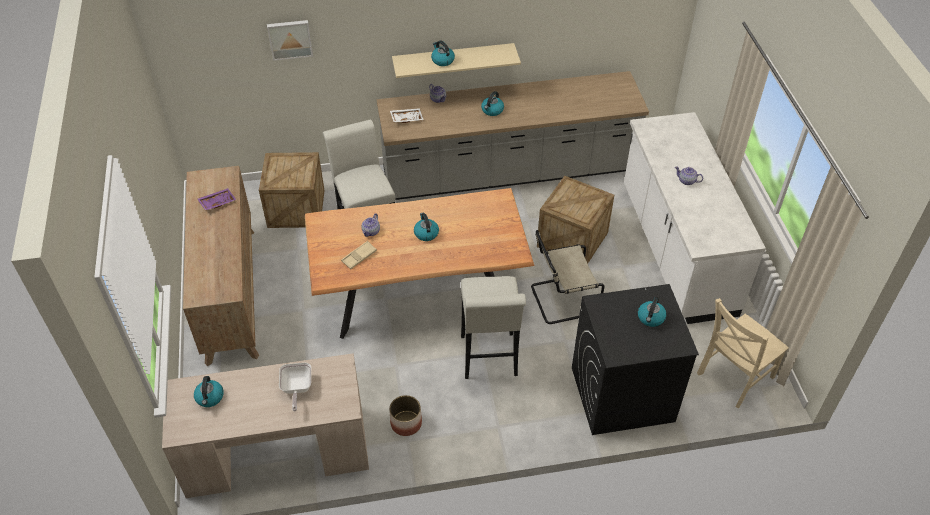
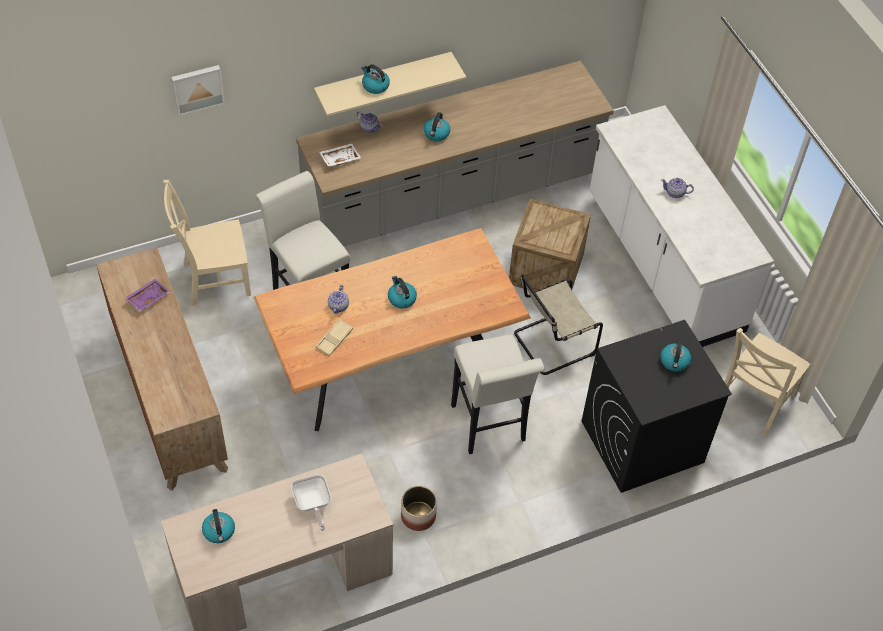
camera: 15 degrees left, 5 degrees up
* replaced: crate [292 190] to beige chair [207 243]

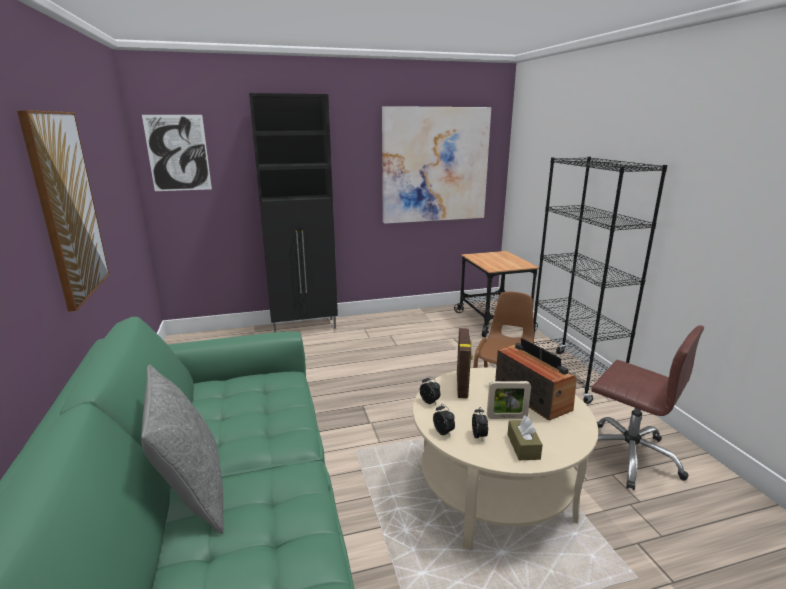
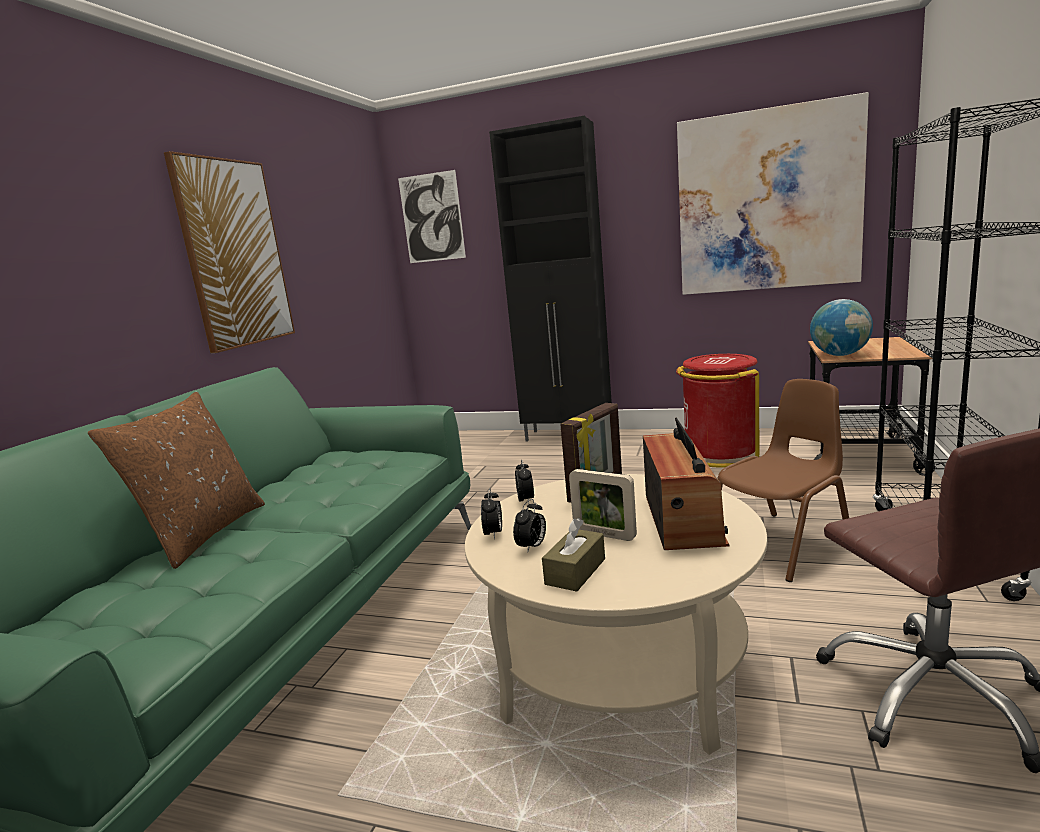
camera: 35 degrees right, 5 degrees down
* recoloured: grey pillow [182 449] to brown pillow [176 480]
* added: red trash can [717 411]
* added: globe [841 327]

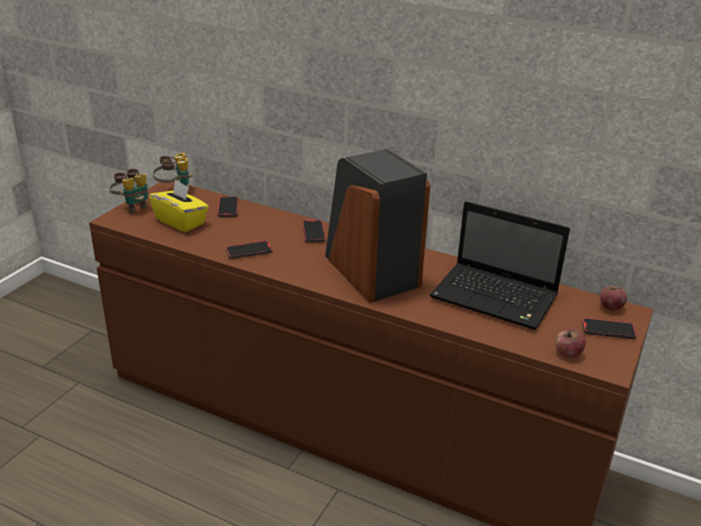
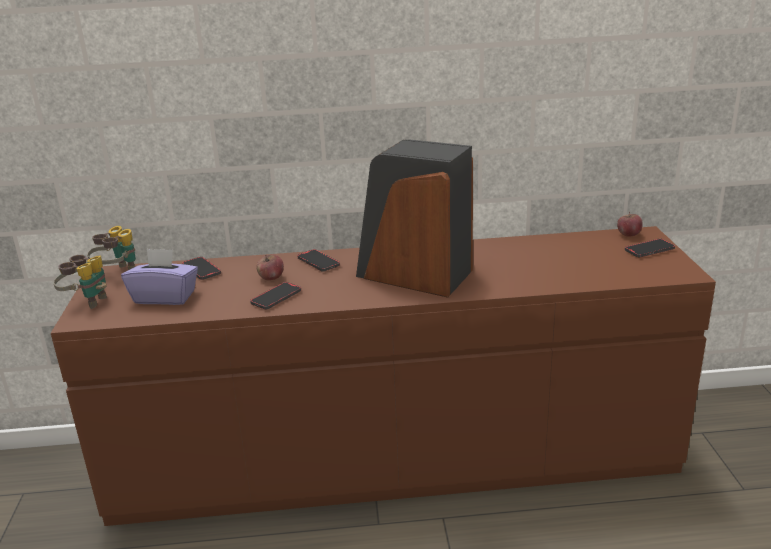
camera: 30 degrees left, 5 degrees down
* recoloured: yellow tissue box [179 206] to purple tissue box [159 277]
* removed: laptop [500 265]
* moved: apple [570 343] to [270 267]

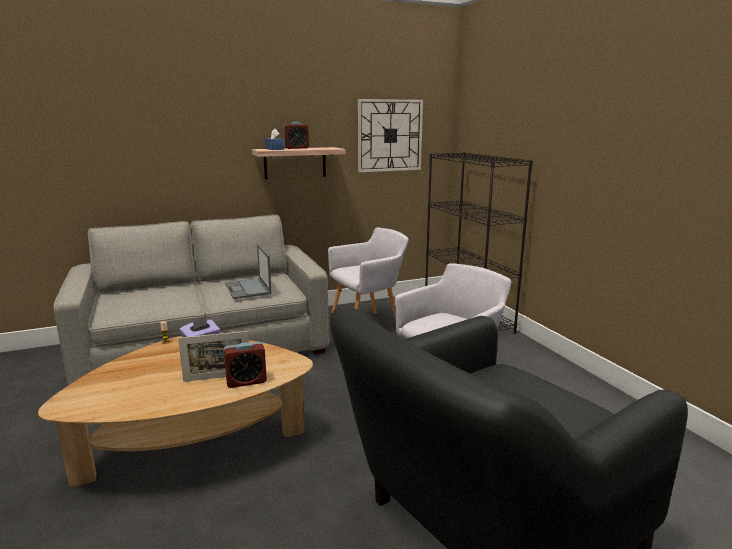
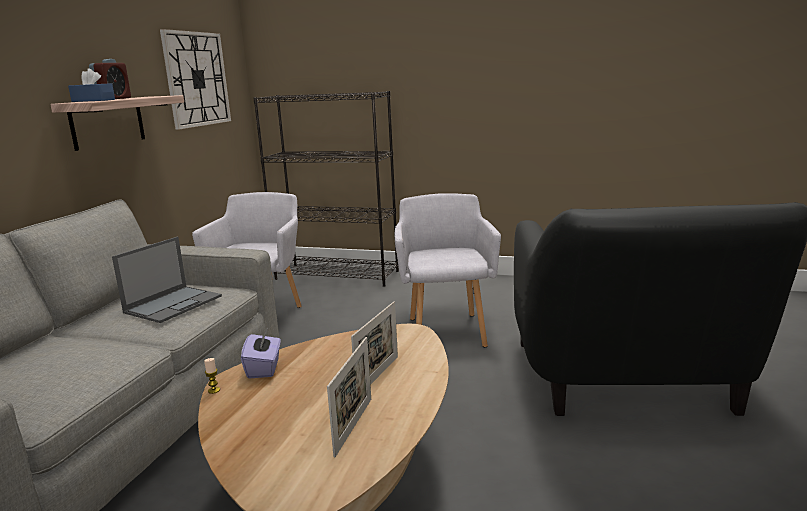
camera: 50 degrees left, 0 degrees up
* removed: alarm clock [245 365]
* turned: laptop [248 271] = [167 280] 75 degrees counterclockwise
* added: picture frame [349 397]

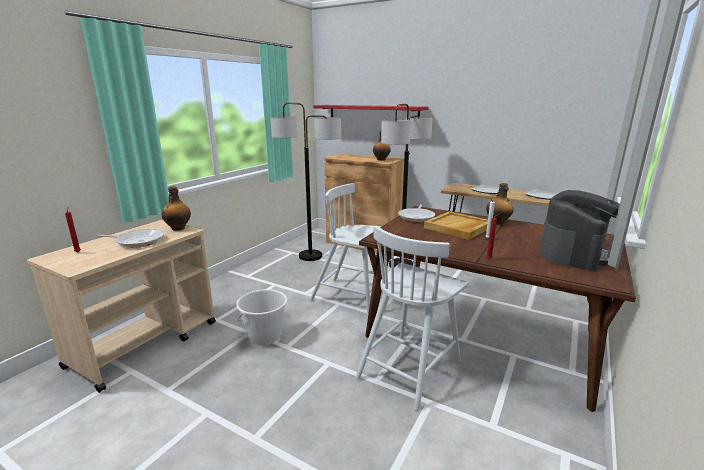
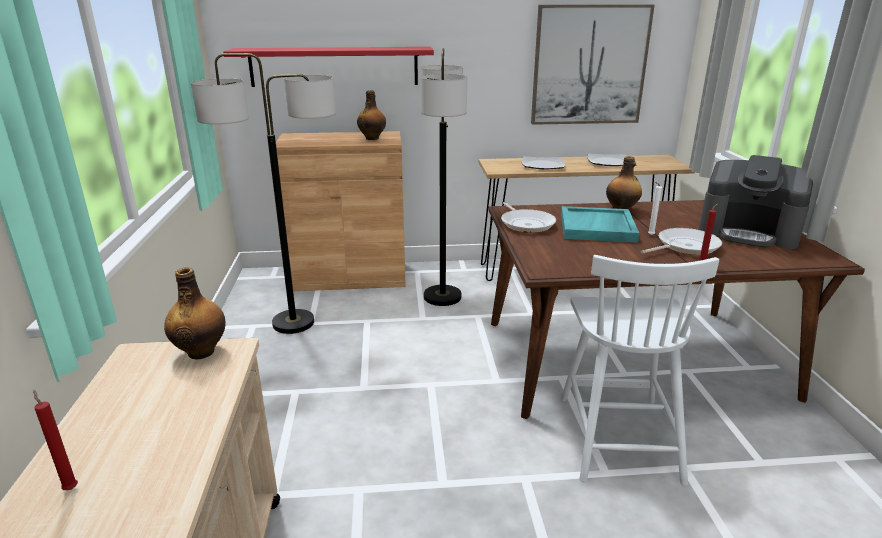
camera: 35 degrees left, 5 degrees up
* moved: frying pan [130 238] to [681 241]
* removed: white bucket [261 317]
* removed: white chair [346 249]
* recoloured: beige tray [456 225] to turquoise tray [600 224]
* turned: coffee machine [579 230] = [756 202] 120 degrees clockwise
* added: picture [593 64]

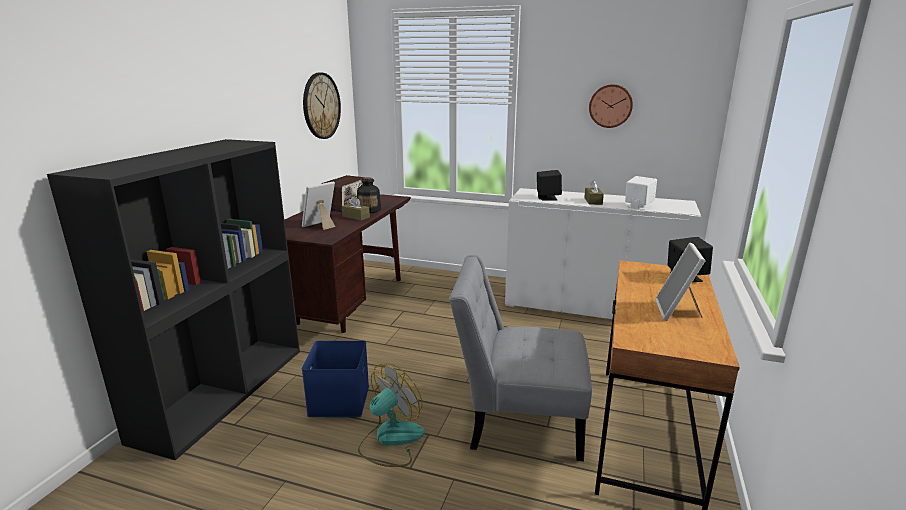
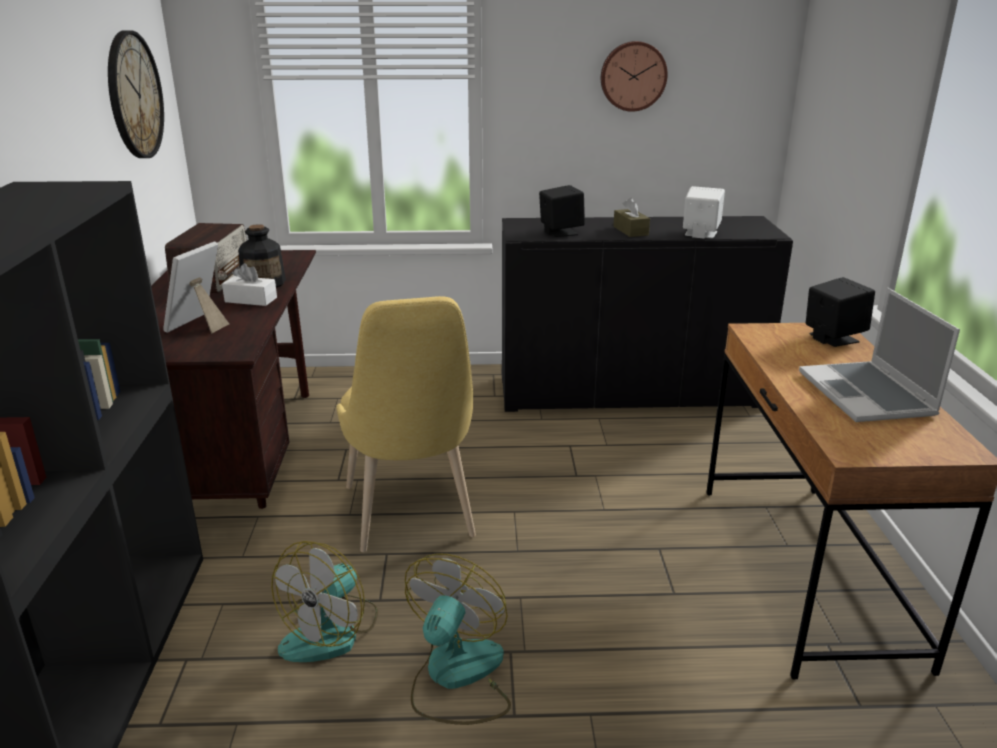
camera: 20 degrees left, 5 degrees up
* replaced: blue storage box [335 379] to fan [324 601]
* recoloured: brown tissue box [356 208] to white tissue box [249 284]
* removed: grey chair [520 358]
* recoloured: white cabinet [603 253] to black cabinet [647 314]
* replaced: picture frame [680 282] to laptop [879 355]
* added: yellow chair [406 424]

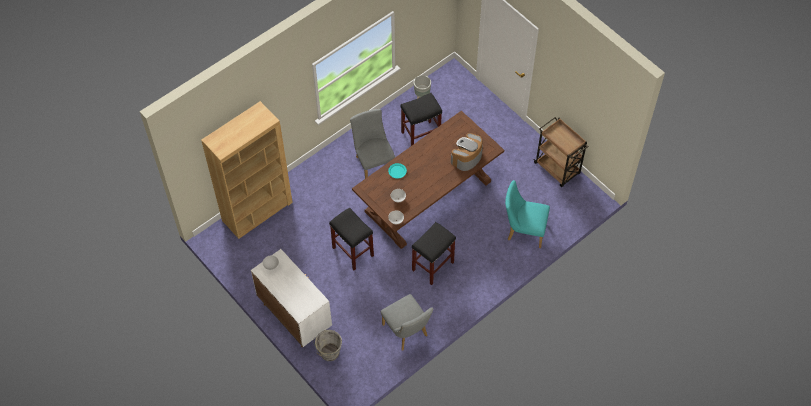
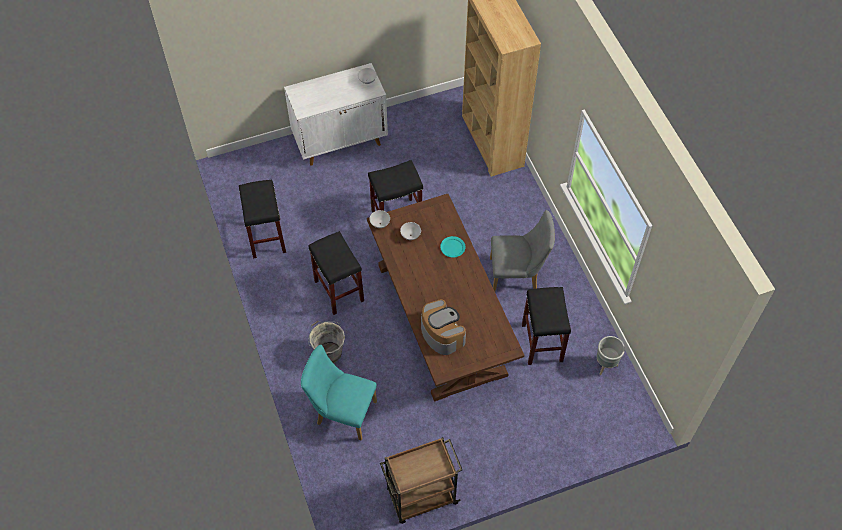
camera: 110 degrees right, 0 degrees up
* moved: grey bucket [327 345] to [326 342]
* replaced: grey chair [407 322] to black stool [262 219]
* turned: turquoise chair [527 214] = [339 393] 105 degrees counterclockwise

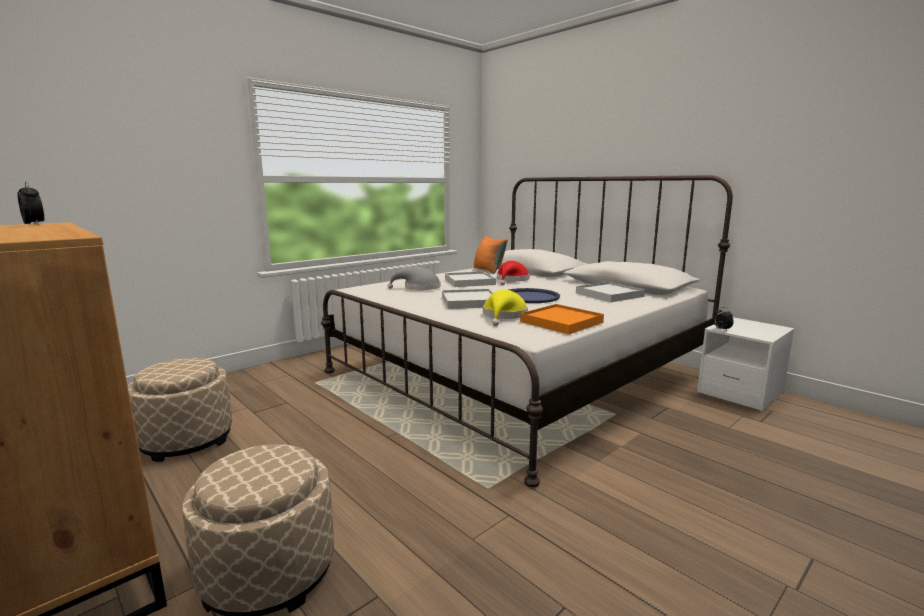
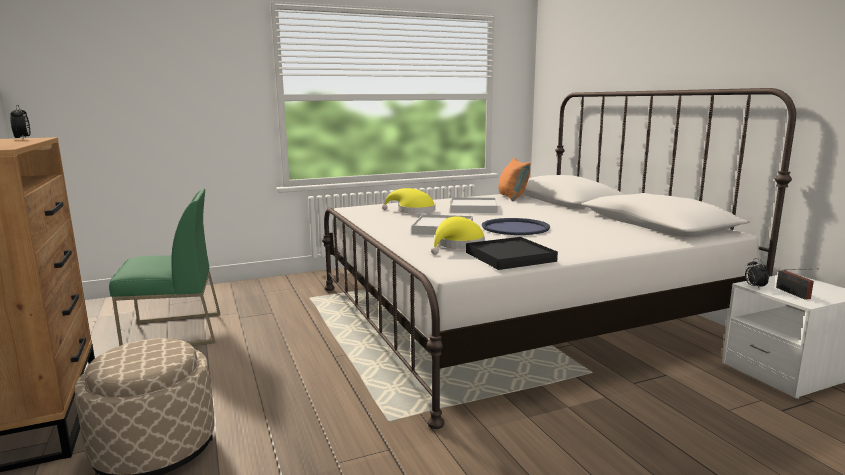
camera: 20 degrees right, 0 degrees up
* replaced: beige ottoman [180 410] to green chair [165 267]
* recoloured: grey hat [414 278] to yellow hat [408 201]
* removed: red hat [513 273]
* recoloured: orange tray [562 319] to black tray [512 253]
* removed: white tray [610 292]
* added: radio [797 284]

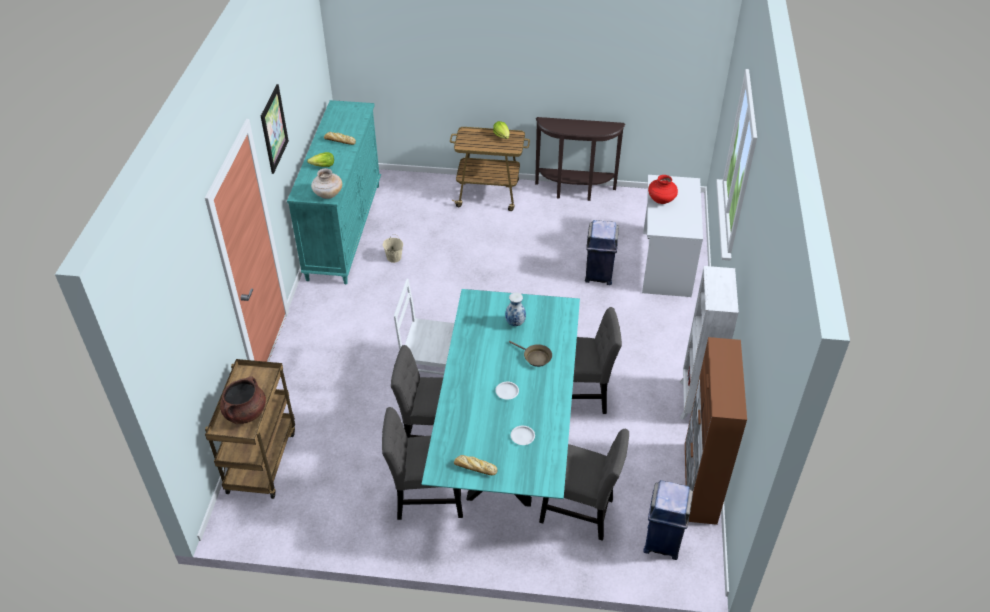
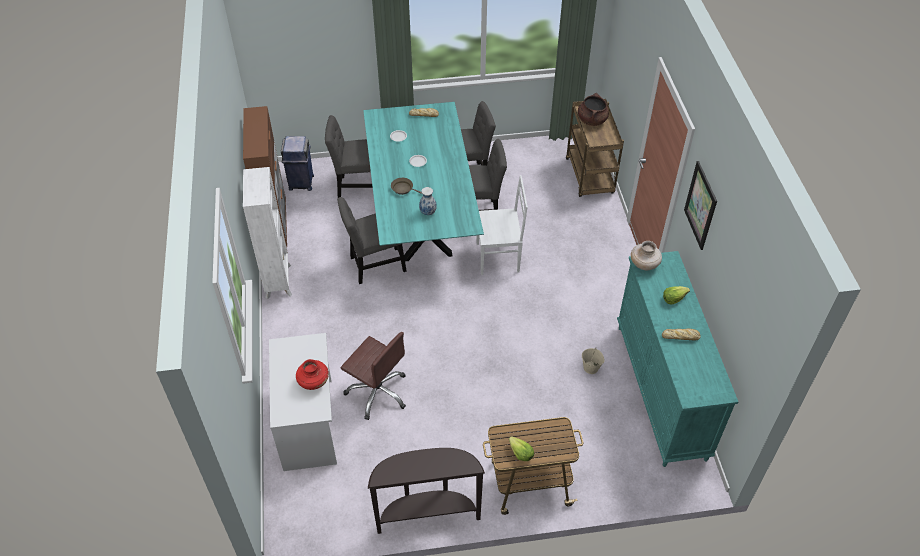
camera: 165 degrees right, 5 degrees up
* replaced: blue trash can [602 252] to brown office chair [373 376]

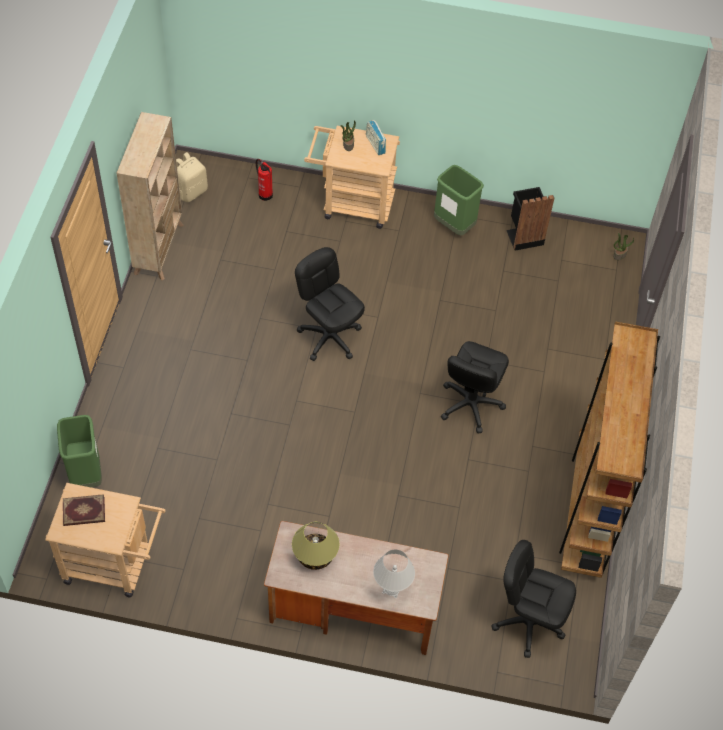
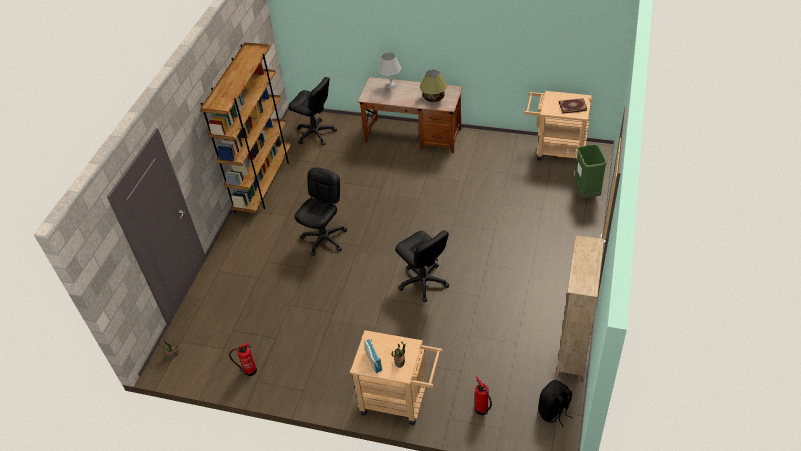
camera: 170 degrees left, 10 degrees down
* recoloured: beige backpack [192 177] to black backpack [555 403]
* removed: green trash can [459 200]
* replaced: black trash can [530 219] to fire extinguisher [243 359]

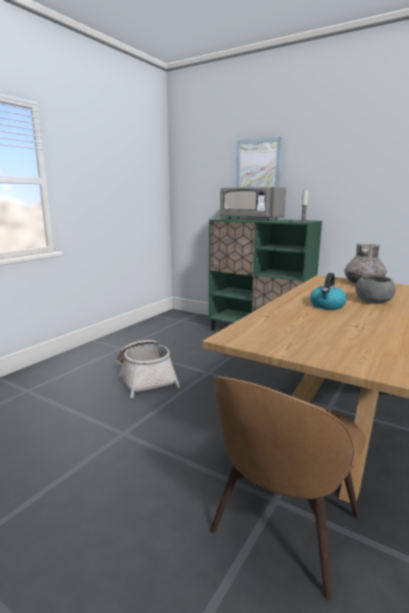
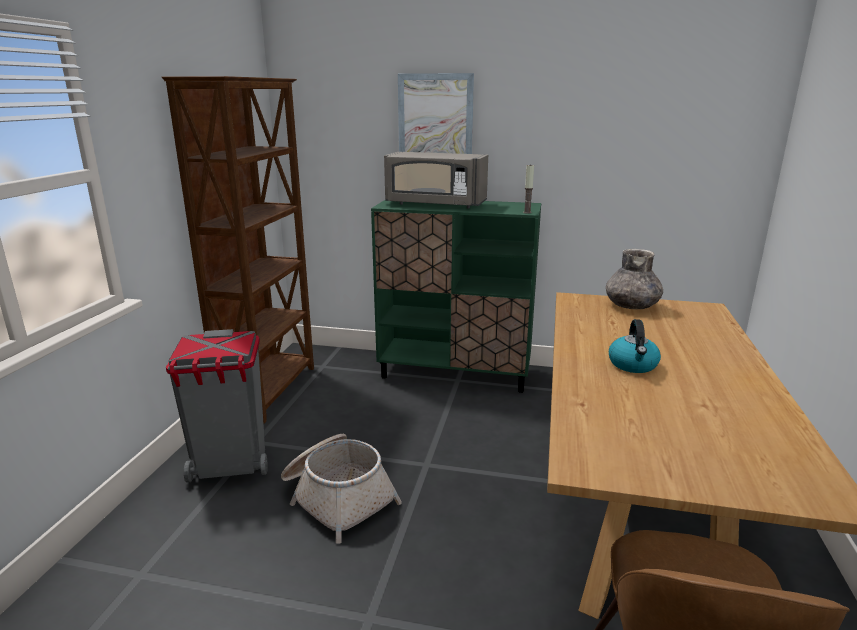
camera: 20 degrees left, 5 degrees up
* removed: grey bowl [376 289]
* added: brown bookcase [238 250]
* added: grey trash can [217 406]

